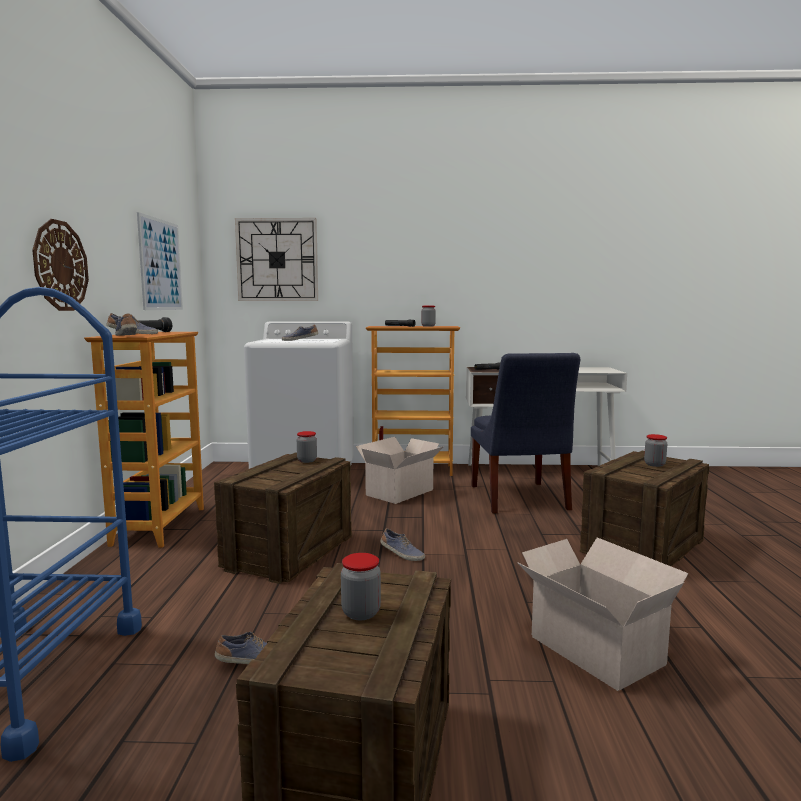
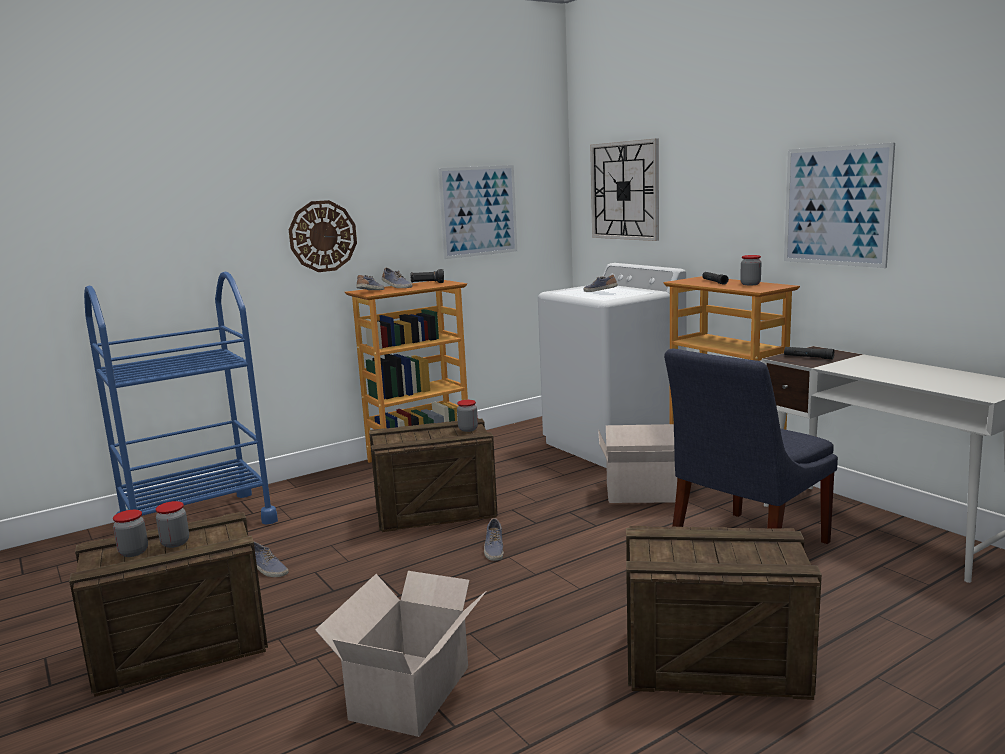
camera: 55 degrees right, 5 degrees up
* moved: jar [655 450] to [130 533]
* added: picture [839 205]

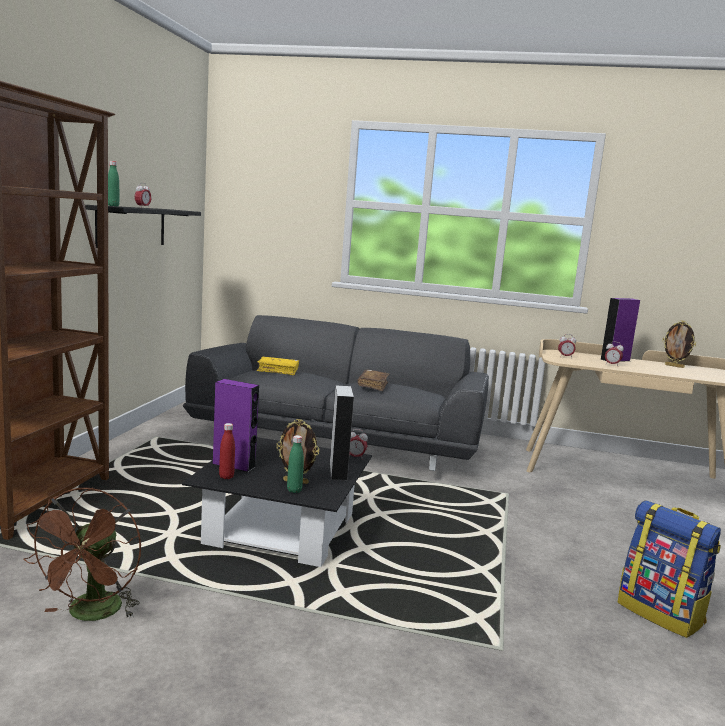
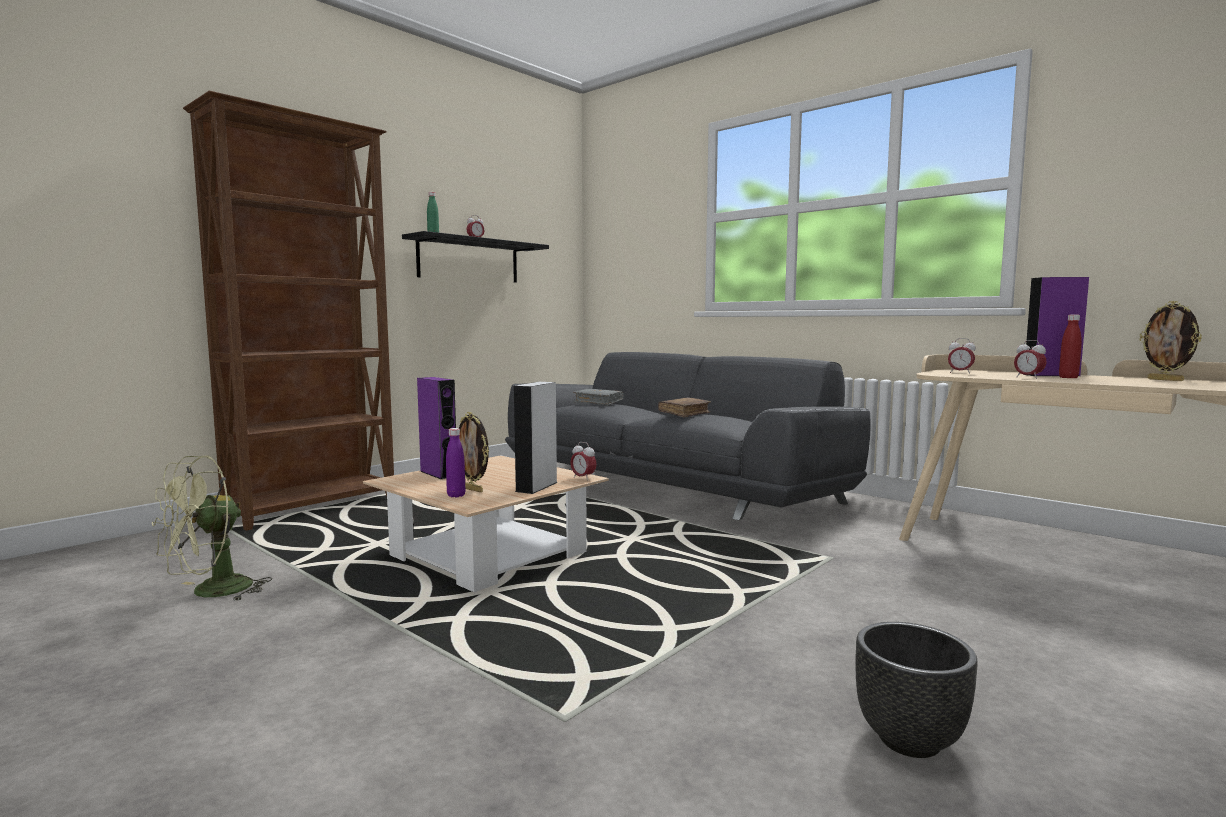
camera: 30 degrees right, 5 degrees down
* recoloured: brown fan [82 554] to green fan [212 528]
* recoloured: black coffee table [277 502] to beige coffee table [486 523]
* moved: red bottle [227 451] to [1070 346]
* recoloured: yellow book [278 366] to grey book [598 397]
* recoloured: green bottle [295 464] to purple bottle [455 462]
* replaced: backpack [669 569] to black planter [916 690]

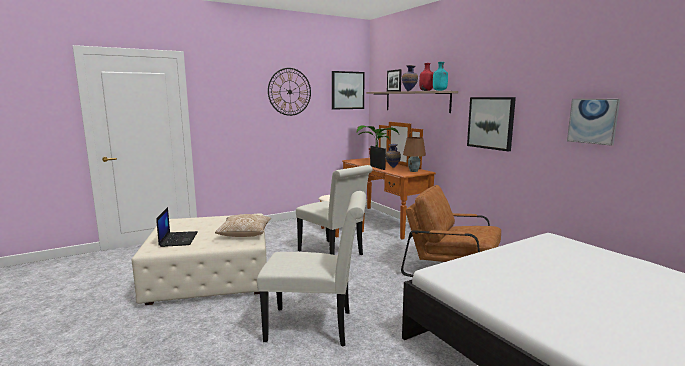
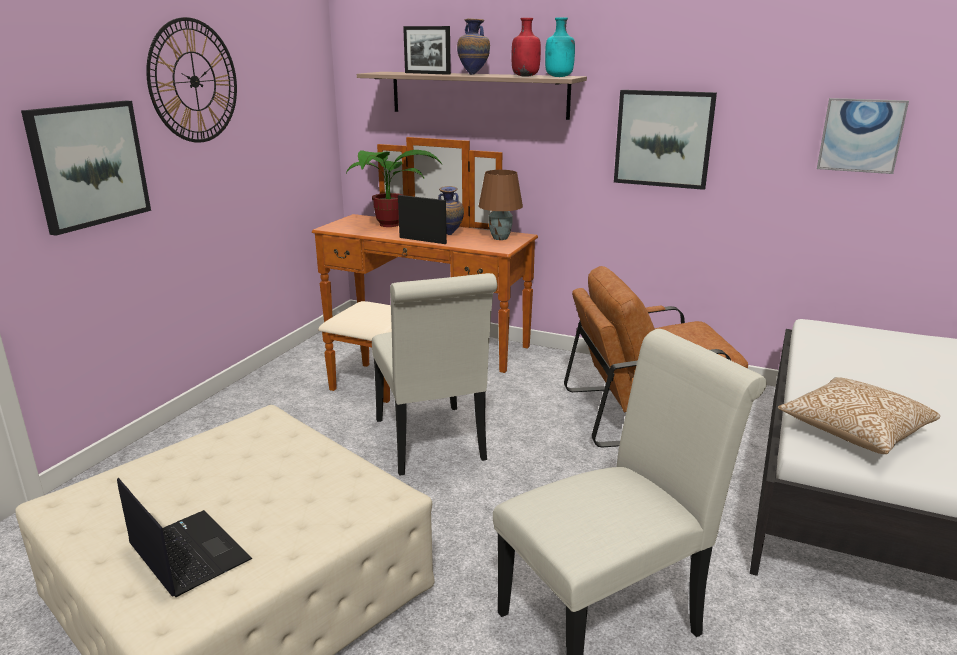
camera: 35 degrees left, 10 degrees up
* moved: pillow [243 225] to [859 415]
* turned: white chair [334 210] = [434 374] 60 degrees clockwise
* moved: picture [348 90] to [86 168]

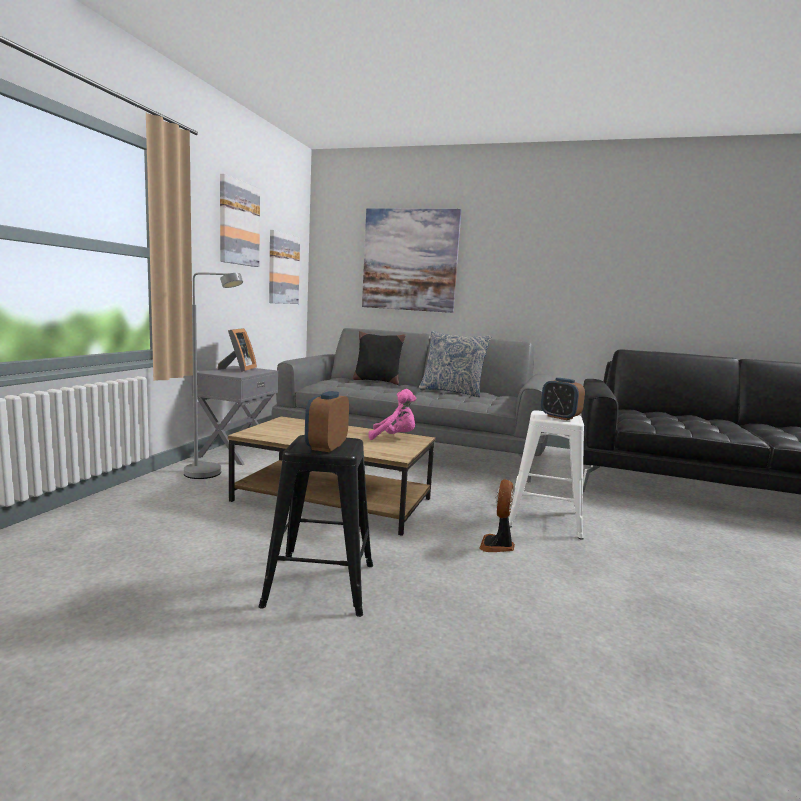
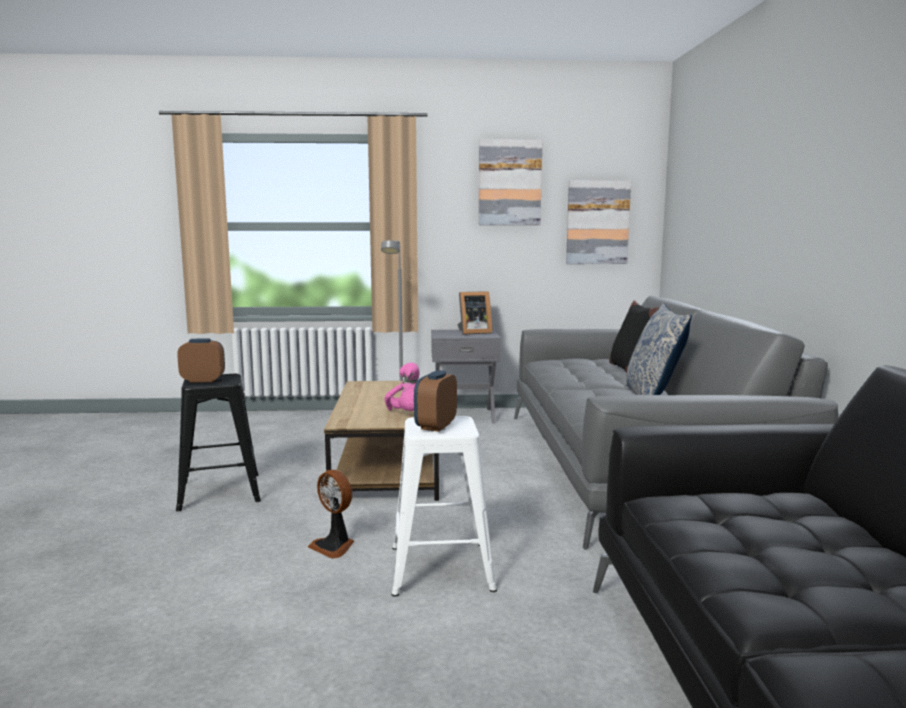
camera: 70 degrees right, 0 degrees up
* removed: picture [411 260]
* turned: fan [497 515] = [331 514] 135 degrees counterclockwise

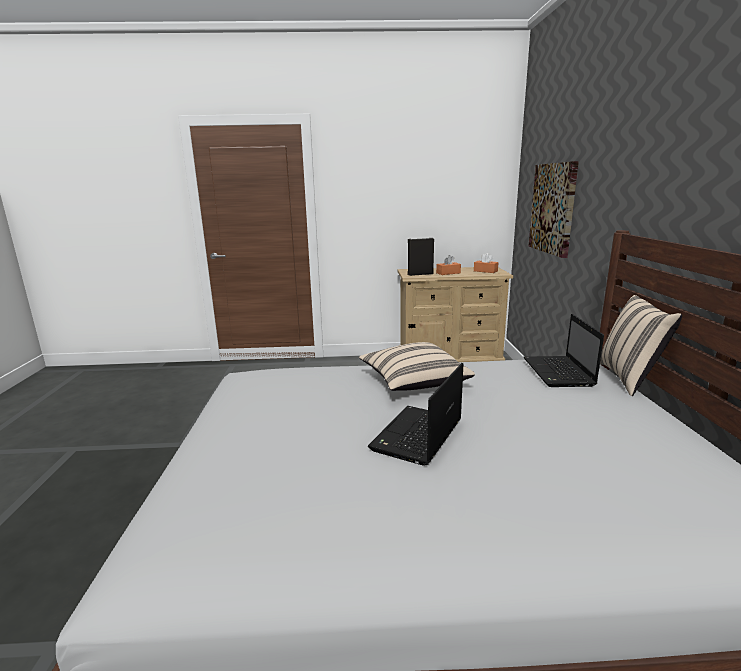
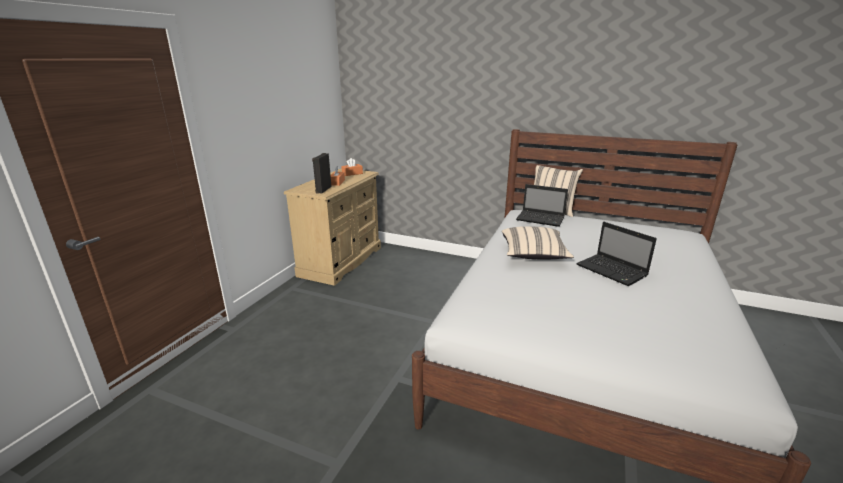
camera: 65 degrees left, 5 degrees up
* removed: picture [554 209]

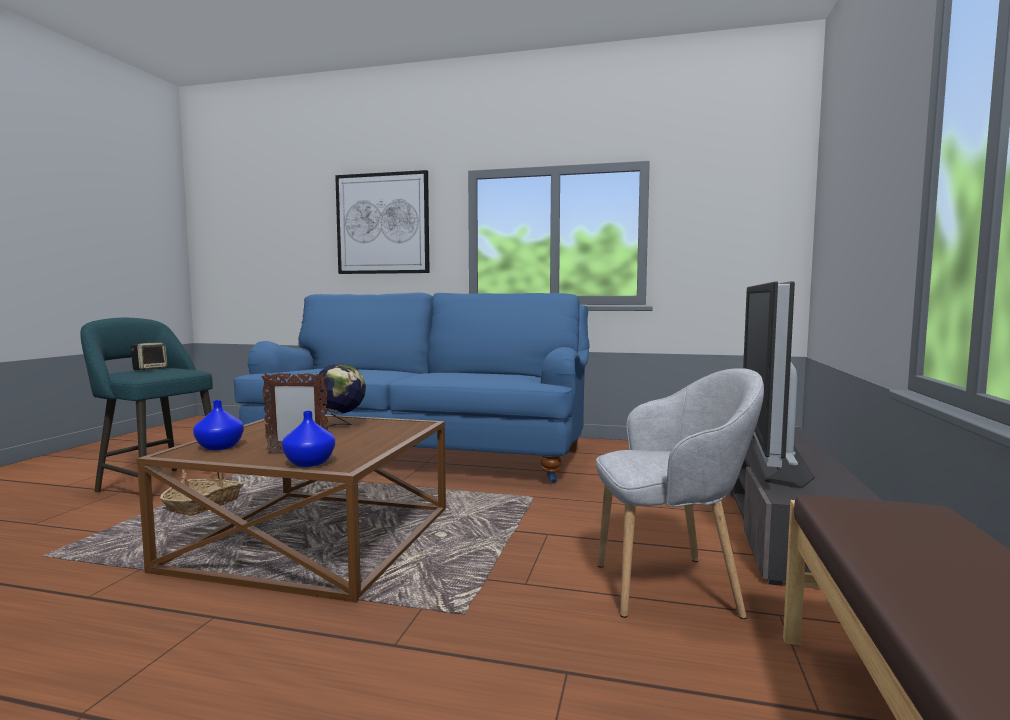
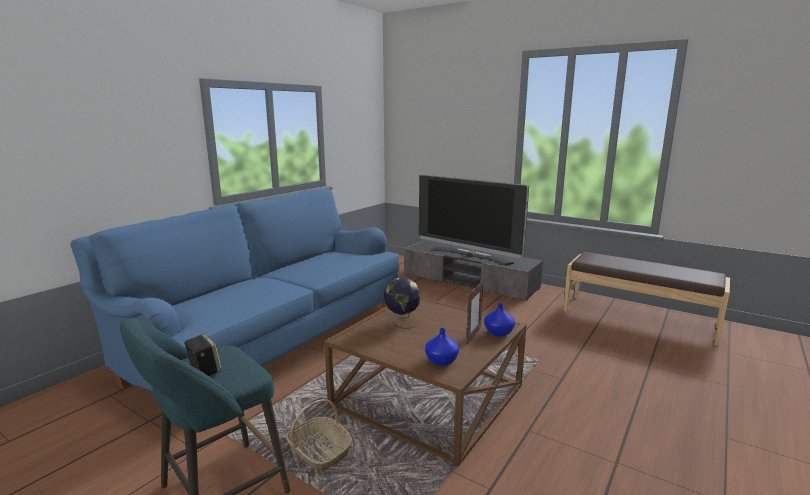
camera: 70 degrees left, 10 degrees up
* removed: picture [382 222]
* removed: grey armchair [680 493]

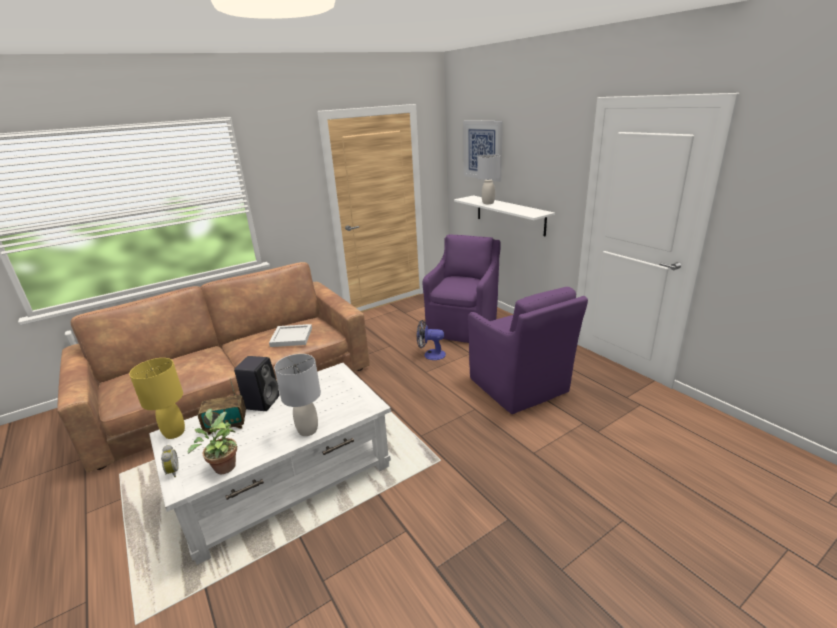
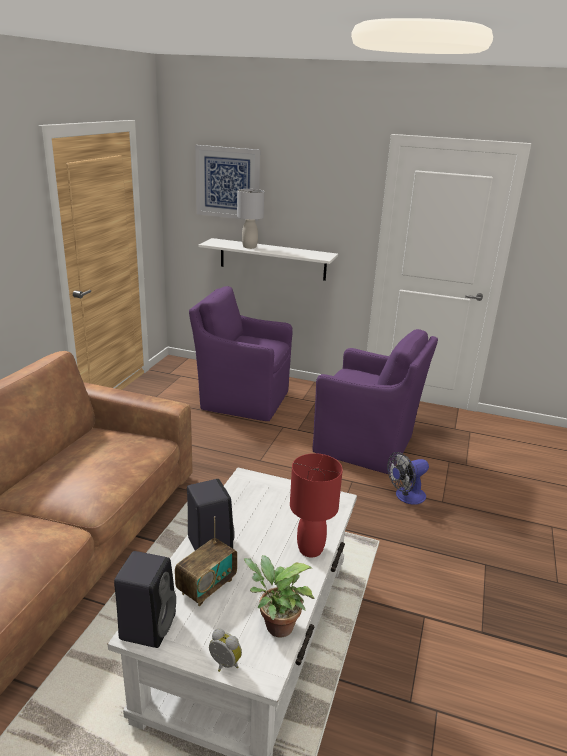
camera: 40 degrees left, 0 degrees up
* replaced: yellow table lamp [157 398] to black speaker [145 599]
* removed: white tray [290 335]
* recoloured: grey table lamp [297 395] to red table lamp [316 505]
* moved: fan [431 340] to [408 478]
* turned: purple armchair [462 288] = [241 353] 60 degrees counterclockwise

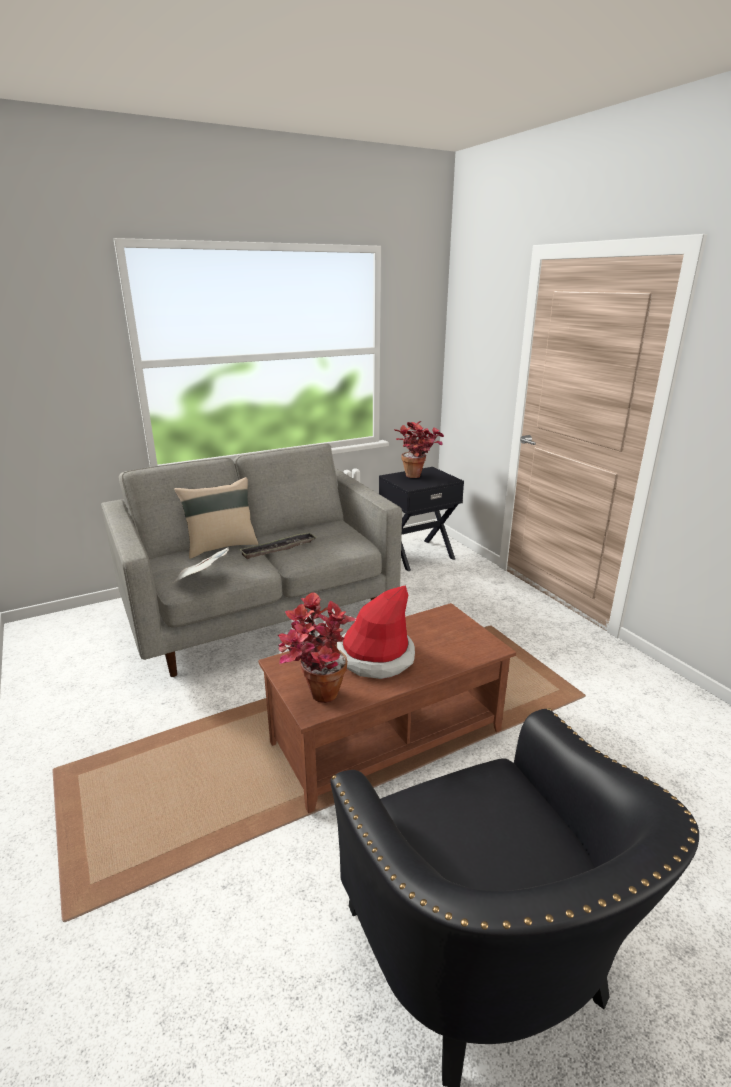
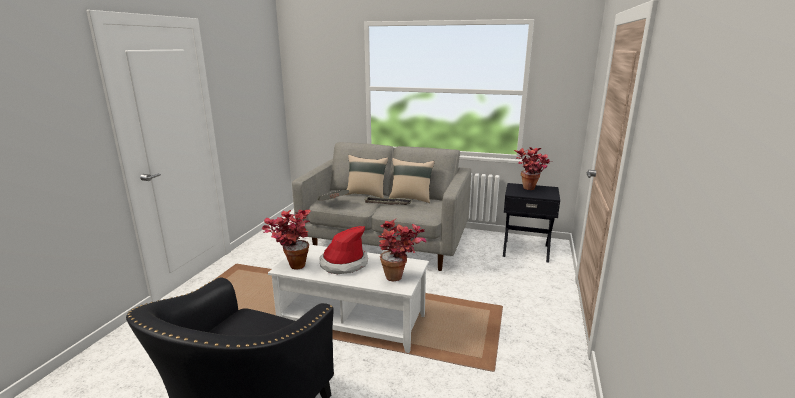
camera: 45 degrees right, 5 degrees down
* recoloured: brown coffee table [387 708] to white coffee table [348 298]
* added: potted plant [402 250]
* added: beige pillow [412 180]

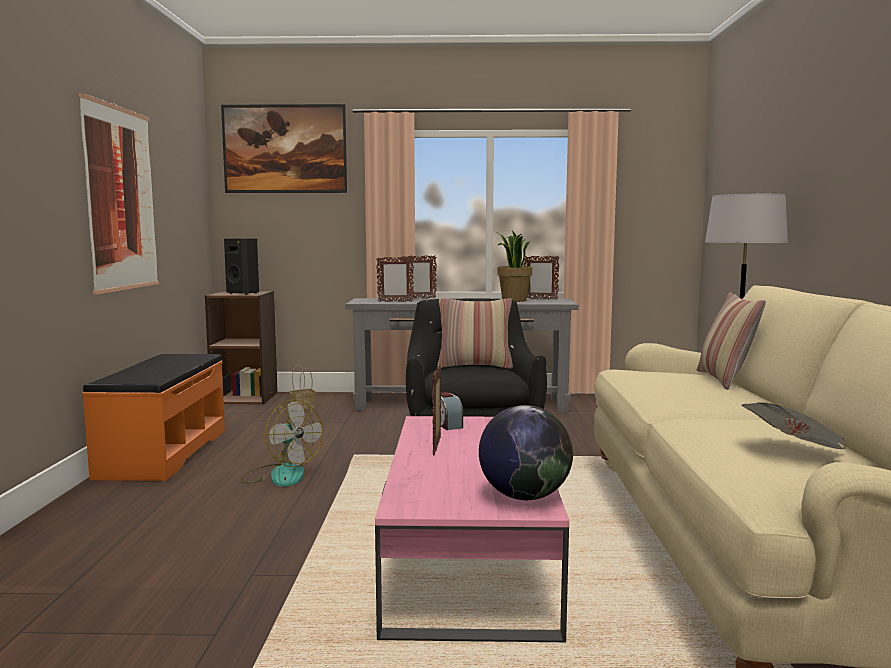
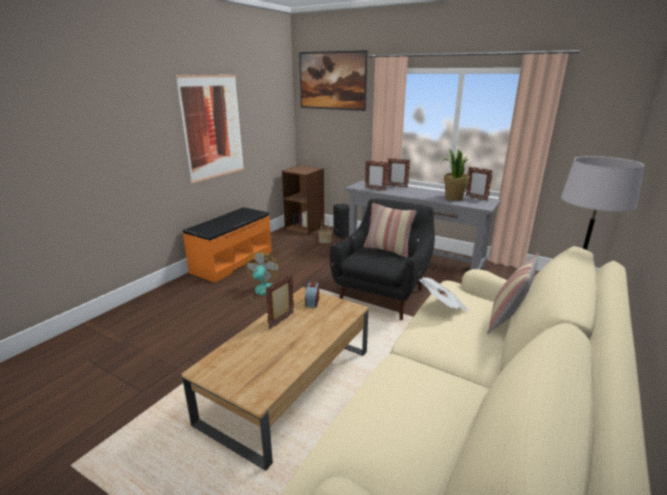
camera: 30 degrees right, 15 degrees up
* moved: black speaker [241 267] to [341 221]
* turned: fan [282 443] = [262 277] 150 degrees counterclockwise
* recoloured: pink coffee table [472 529] to brown coffee table [275 379]
* removed: globe [526 452]
* moved: newspaper [795 425] to [444 294]

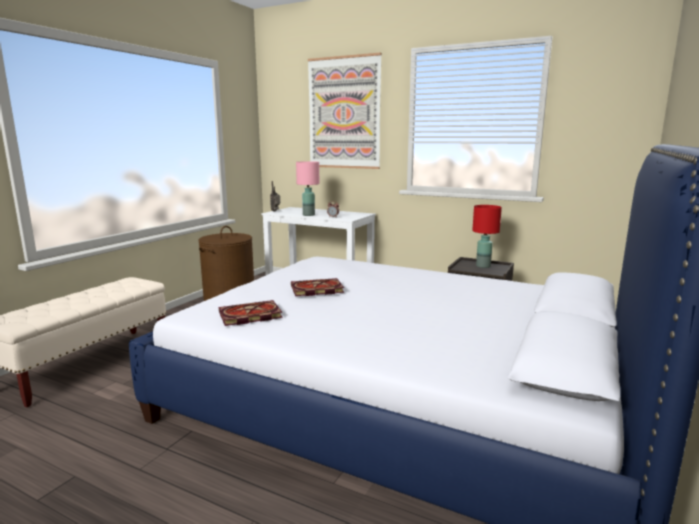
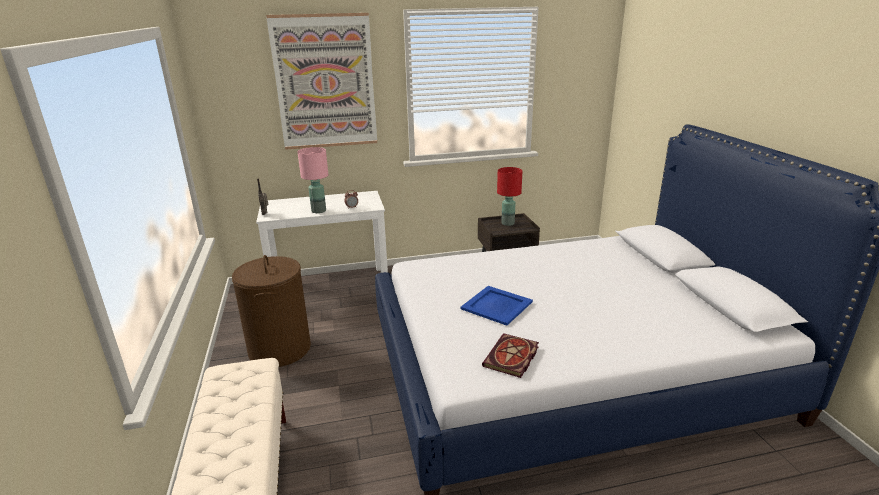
camera: 40 degrees left, 10 degrees up
* replaced: book [317 287] to blue tray [497 306]

